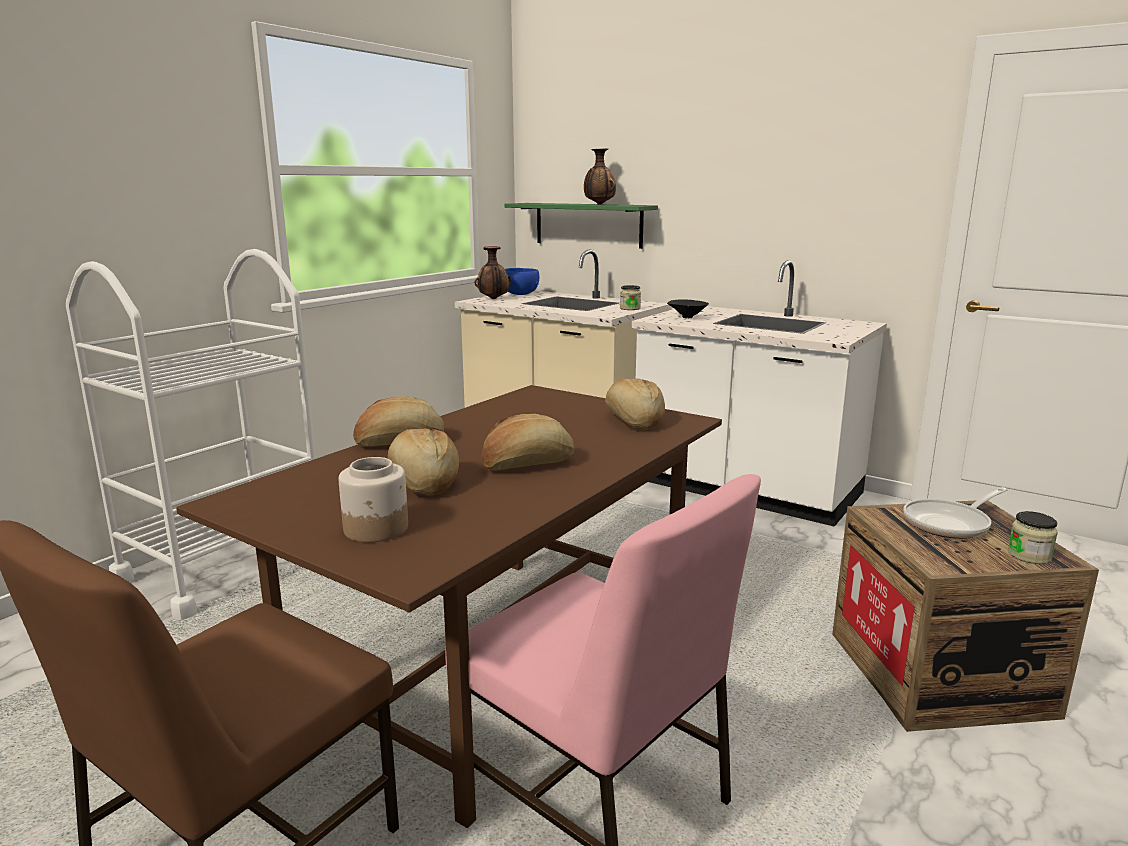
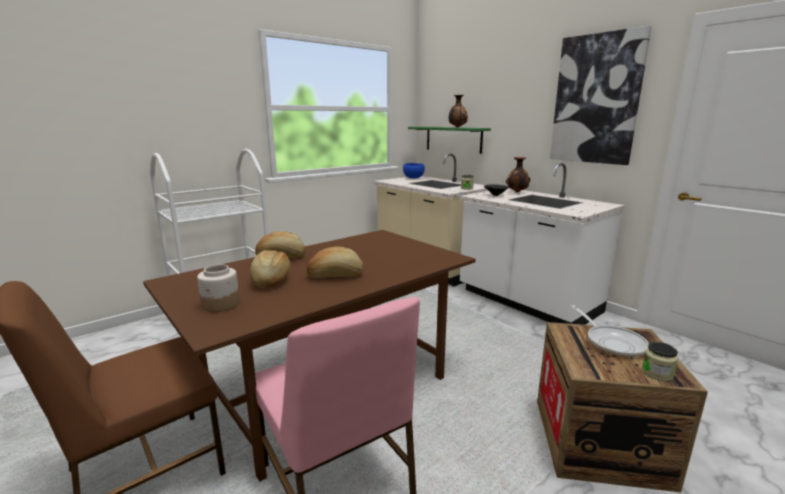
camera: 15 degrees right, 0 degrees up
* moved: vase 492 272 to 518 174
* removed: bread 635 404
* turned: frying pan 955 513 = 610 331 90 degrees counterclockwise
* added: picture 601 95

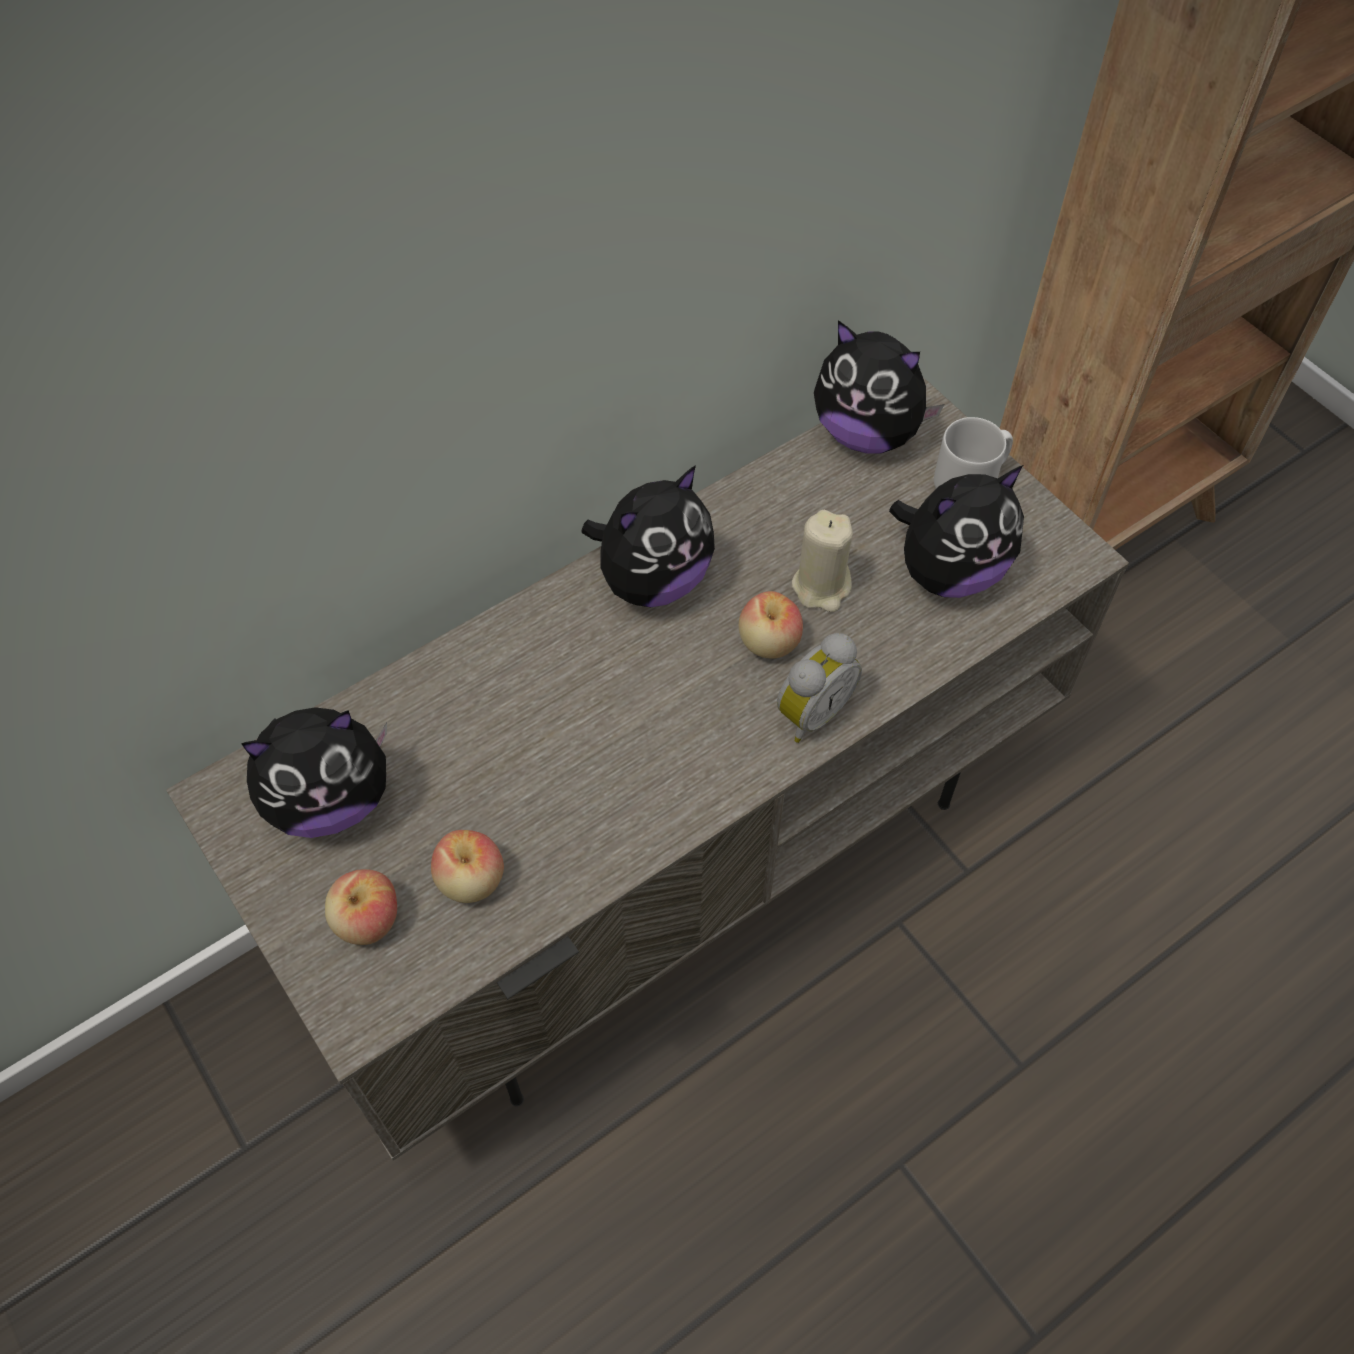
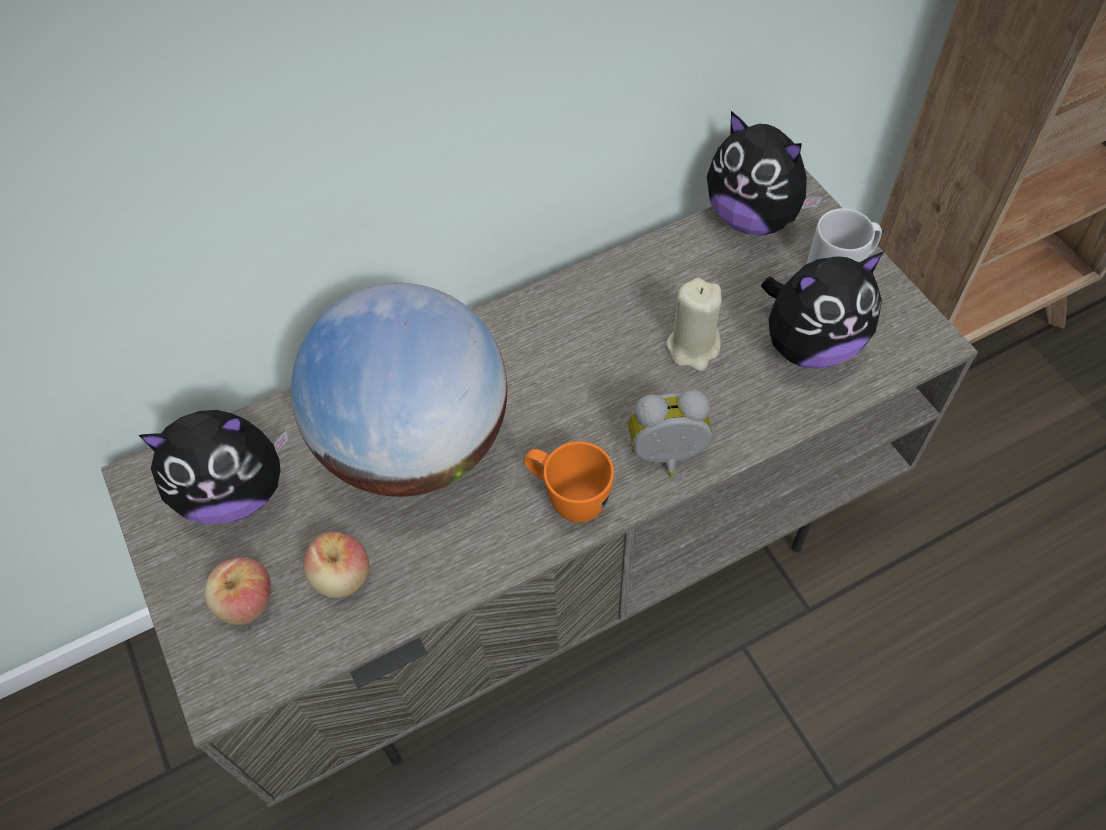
camera: 10 degrees right, 0 degrees up
* removed: plush toy 648 536
* removed: apple 771 624
* turned: alarm clock 819 688 = 670 433 150 degrees counterclockwise
* added: globe 399 390
* added: orange mug 569 482

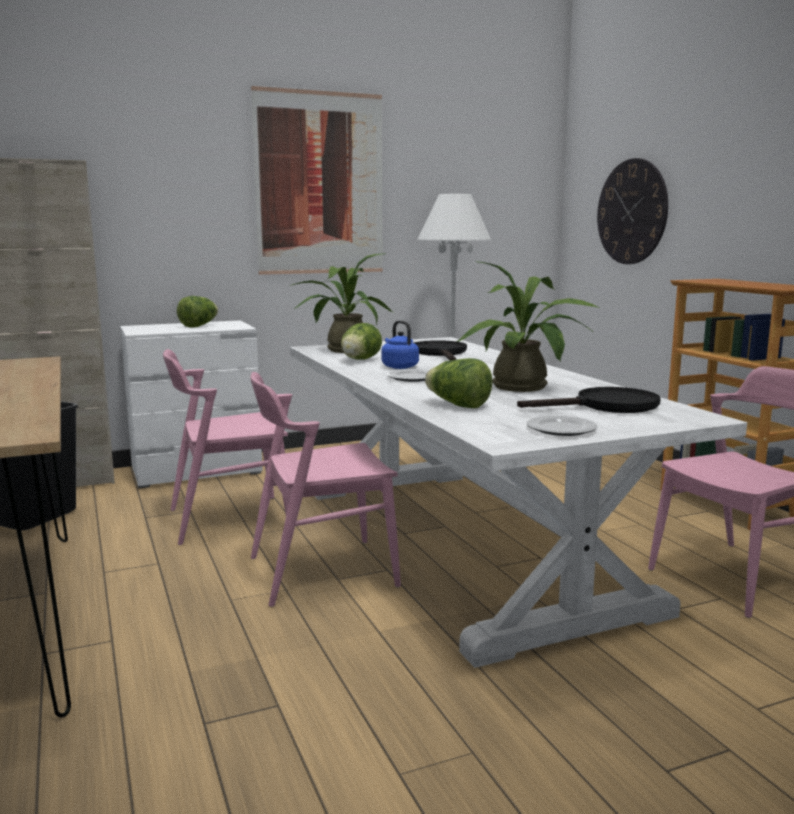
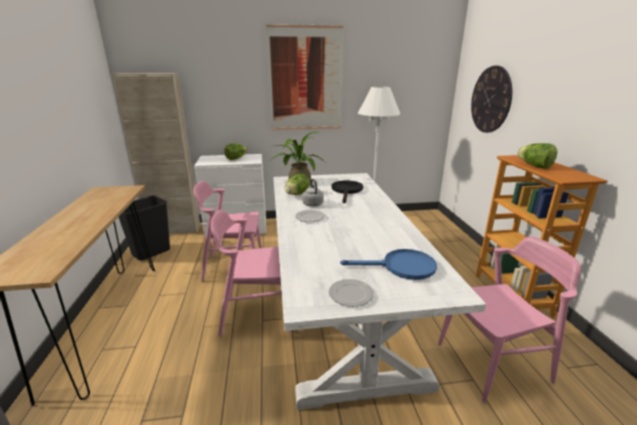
camera: 15 degrees right, 10 degrees up
* removed: potted plant 527 326
* recoloured: blue kettle 400 344 to grey kettle 313 193
* moved: lettuce 459 383 to 537 156
* recoloured: black frying pan 589 400 to blue frying pan 388 264

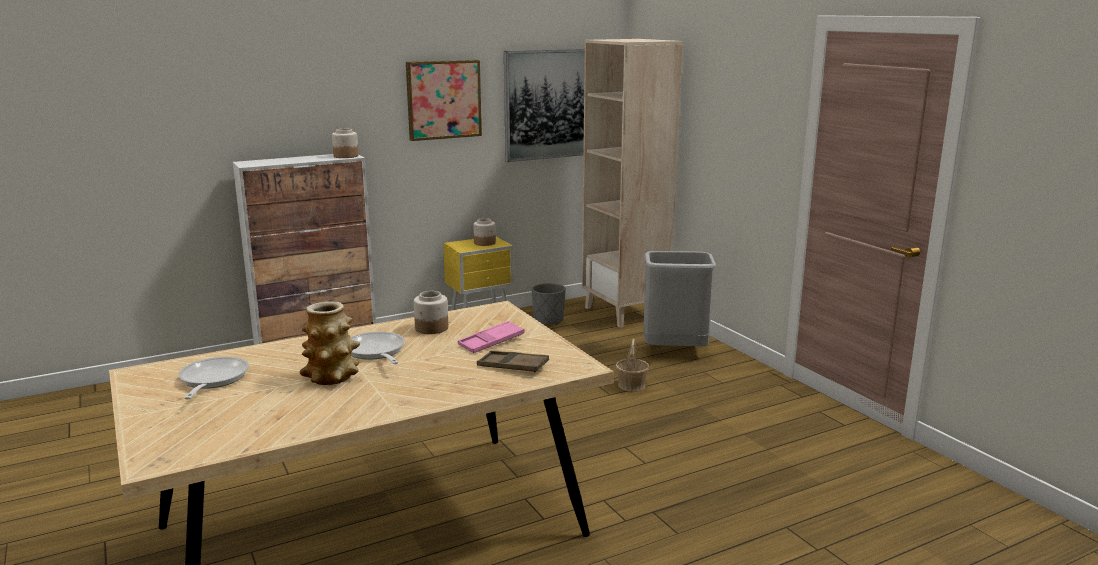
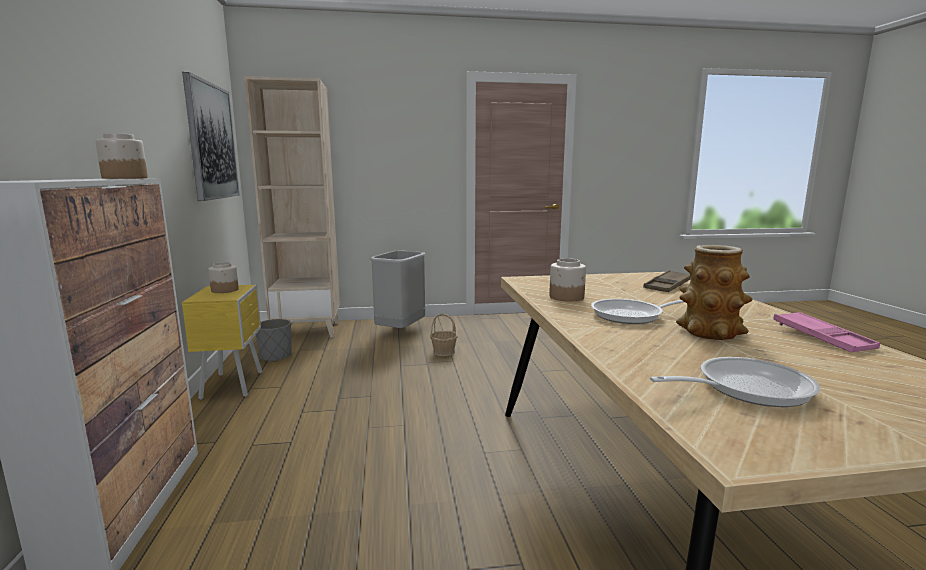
camera: 70 degrees left, 5 degrees down
* removed: picture 444 100
* moved: pink tray 491 337 to 826 332
* turned: frying pan 213 378 = 735 382 150 degrees clockwise

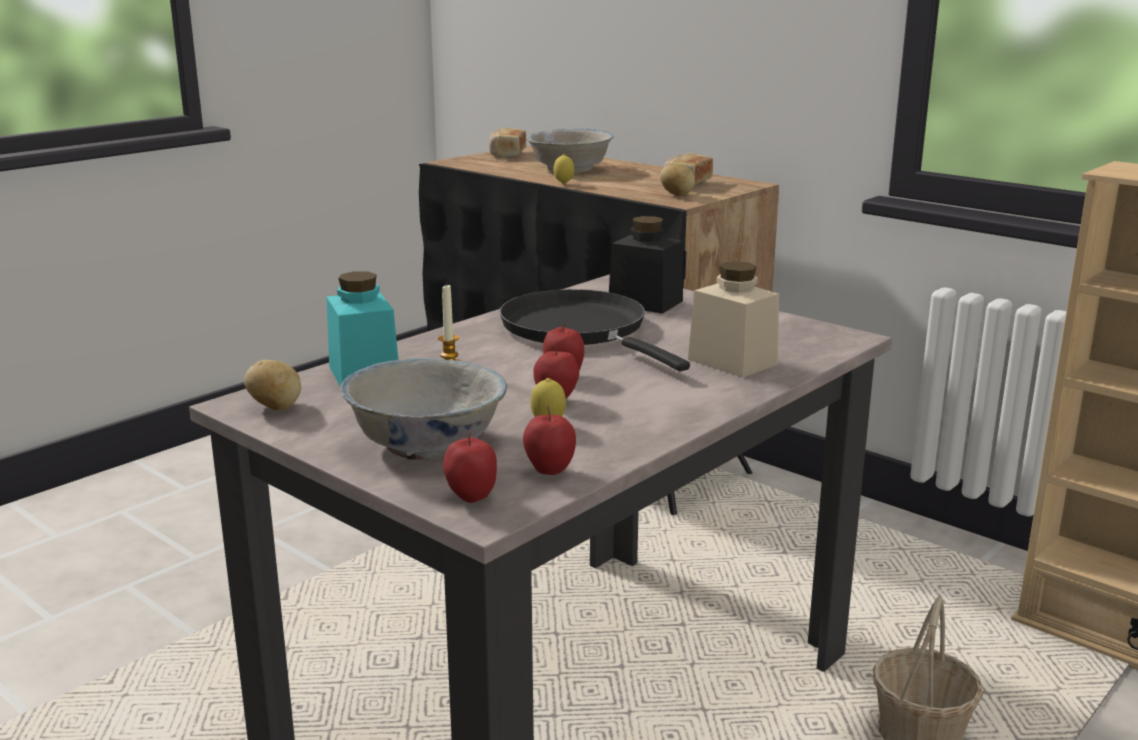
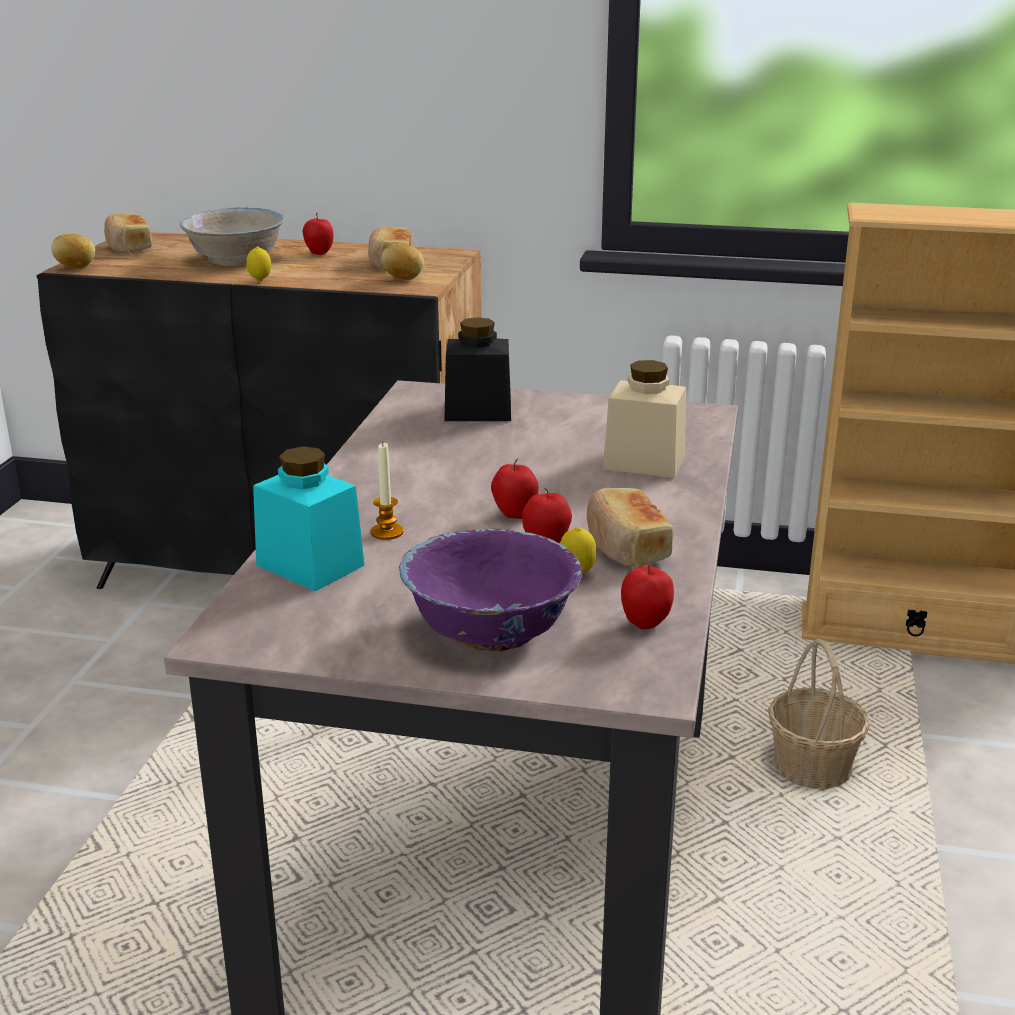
camera: 30 degrees left, 5 degrees up
* removed: black frying pan 594 330
* recoloured: white bowl 423 409 to purple bowl 490 590
* moved: potato 272 385 to 73 250
* moved: apple 470 466 to 318 234
* added: bread 630 528

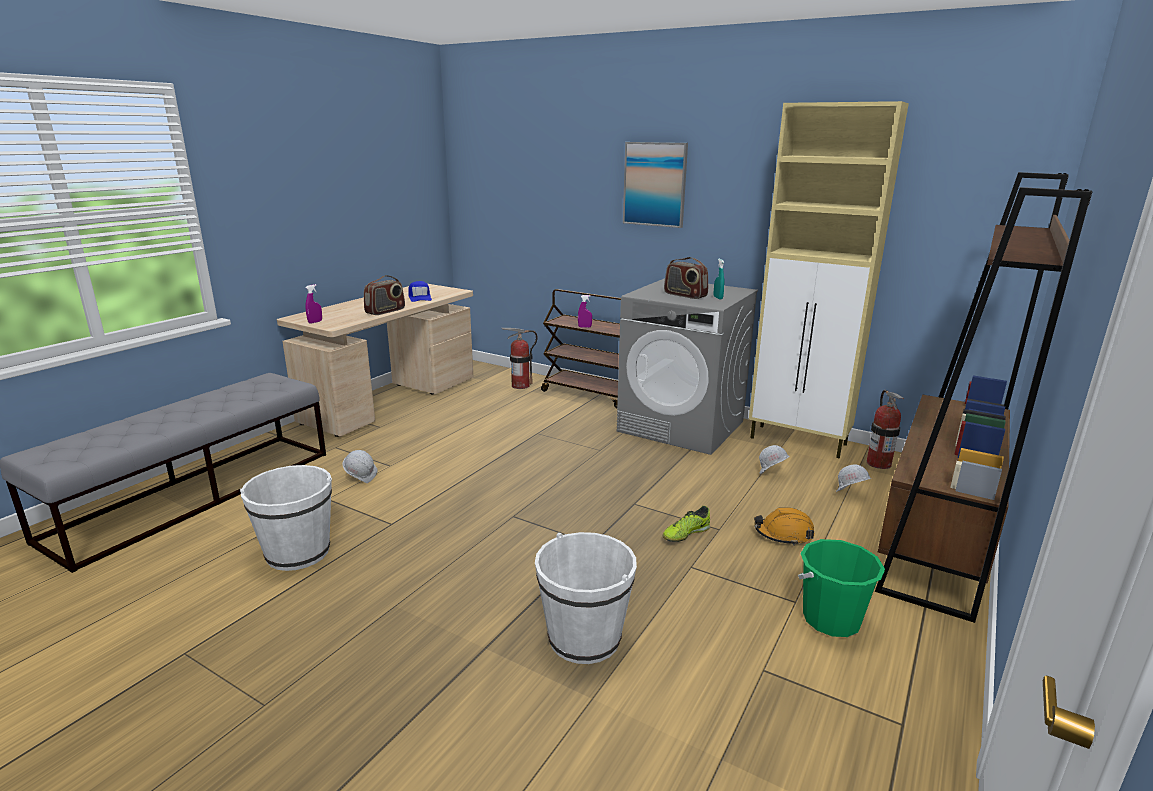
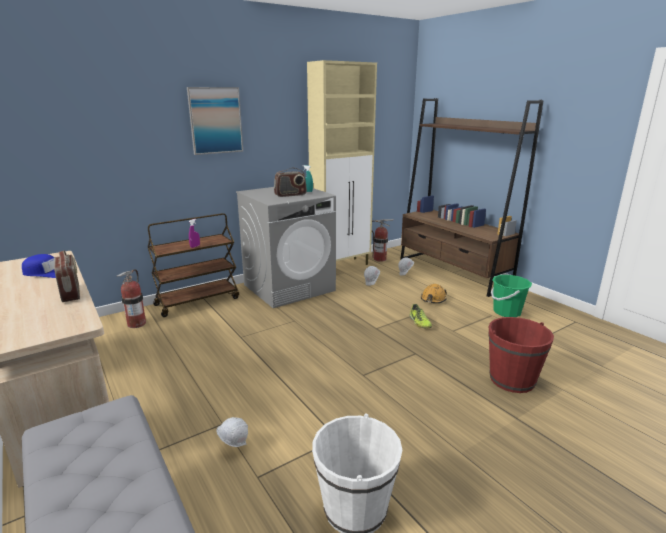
camera: 65 degrees left, 0 degrees up
* removed: purple spray bottle 314 304
* recoloured: white bucket 586 598 to red bucket 521 355

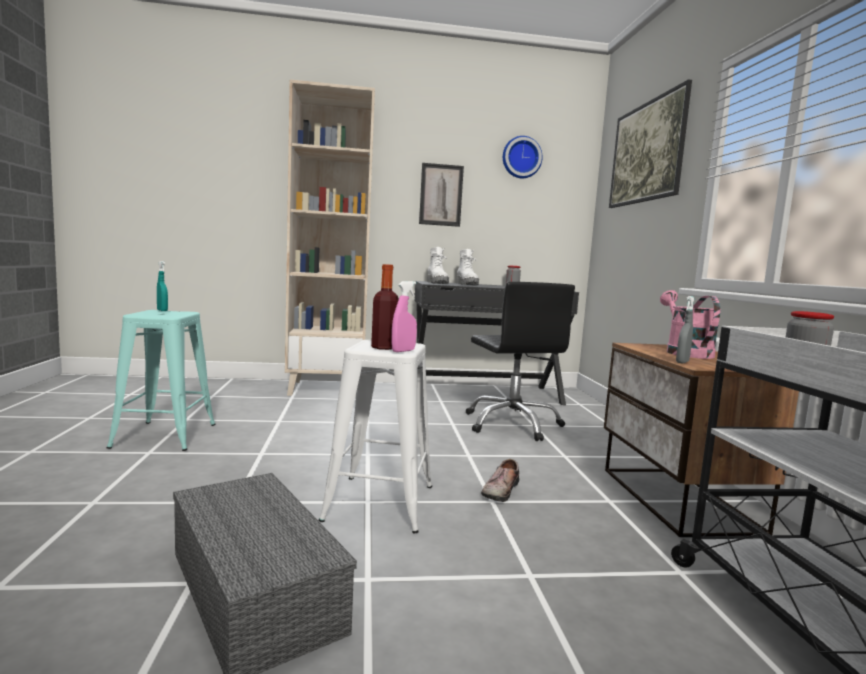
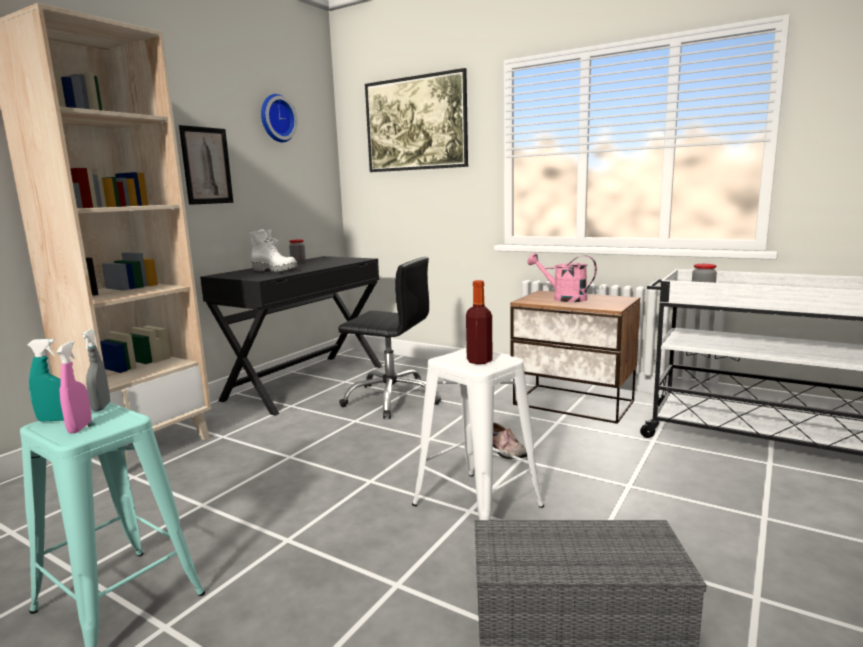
camera: 50 degrees left, 5 degrees up
* removed: white boot 438 265
* moved: pink spray bottle 404 316 to 74 387
* moved: grey spray bottle 685 329 to 96 370

